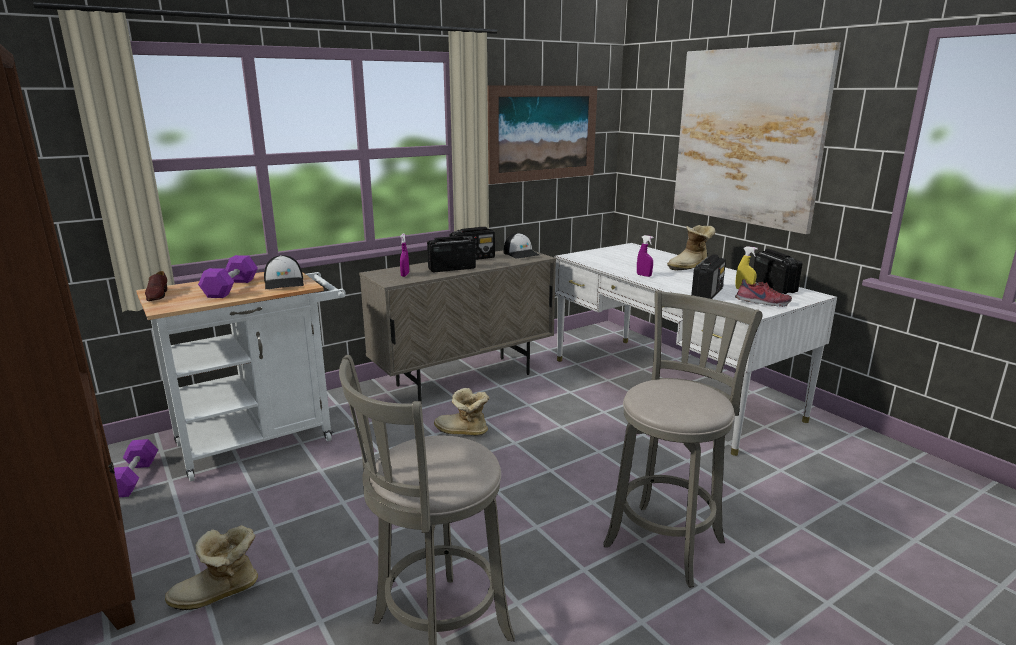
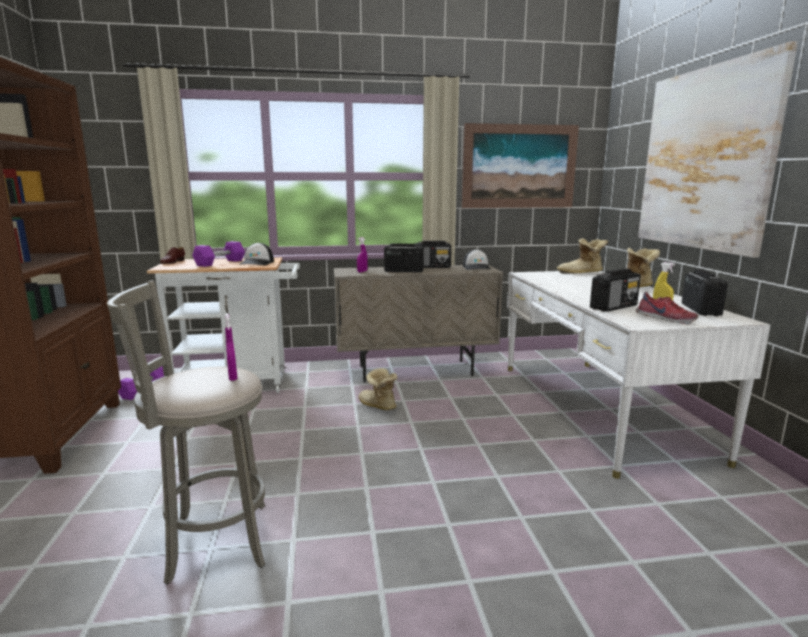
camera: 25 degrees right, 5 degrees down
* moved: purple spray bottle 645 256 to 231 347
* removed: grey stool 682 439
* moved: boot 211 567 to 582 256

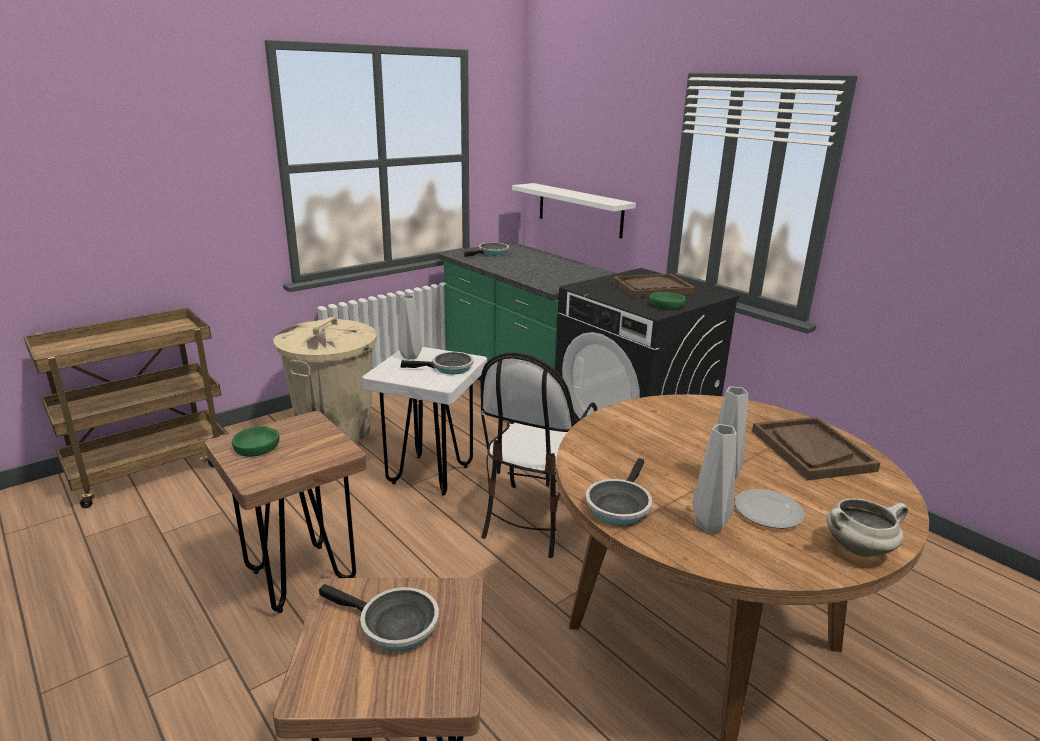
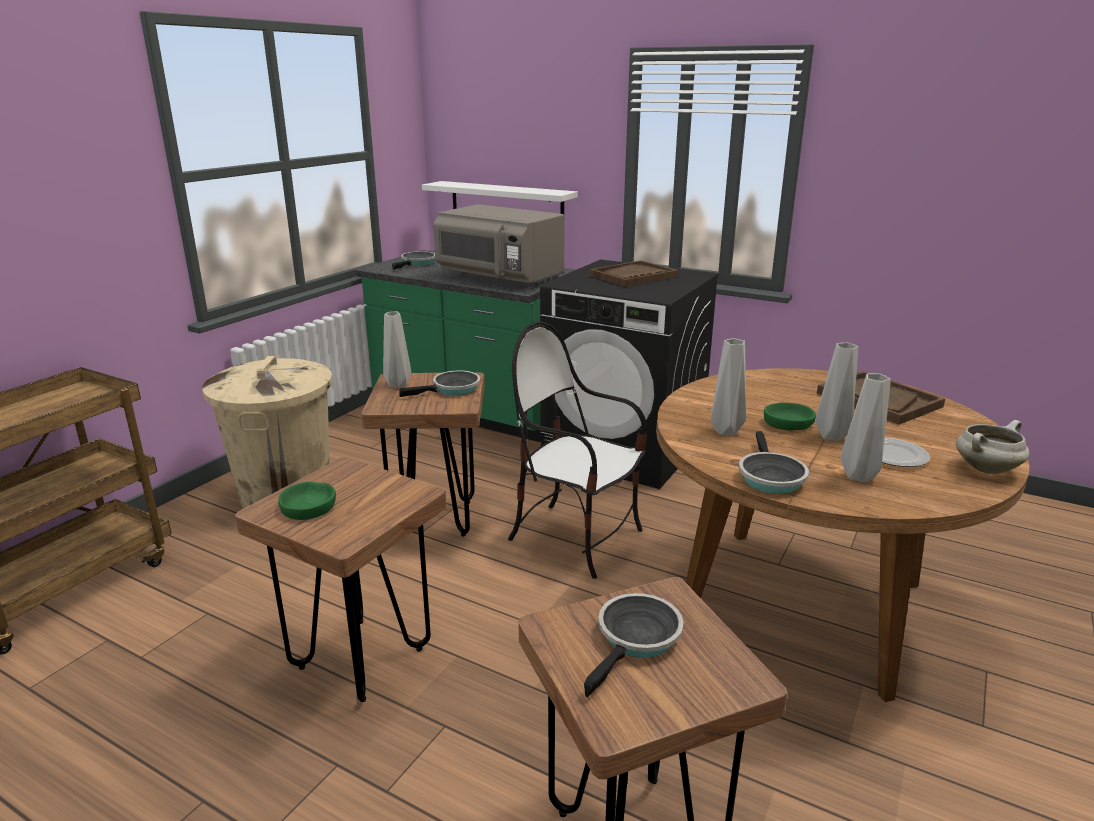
camera: 20 degrees left, 0 degrees up
* moved: green bowl 668 300 to 790 416
* recoloured: white stool 424 421 to brown stool 423 454
* turned: chair 539 455 = 577 450 120 degrees clockwise
* turned: frying pan 379 617 = 633 645 60 degrees counterclockwise
* added: grey microwave 499 245
* added: grey vase 728 387

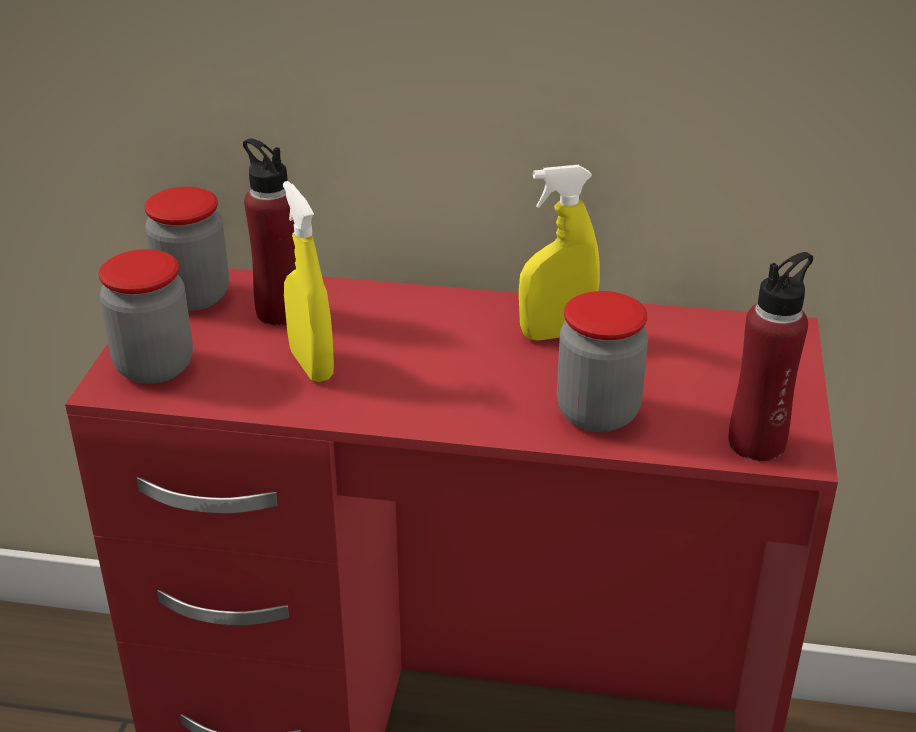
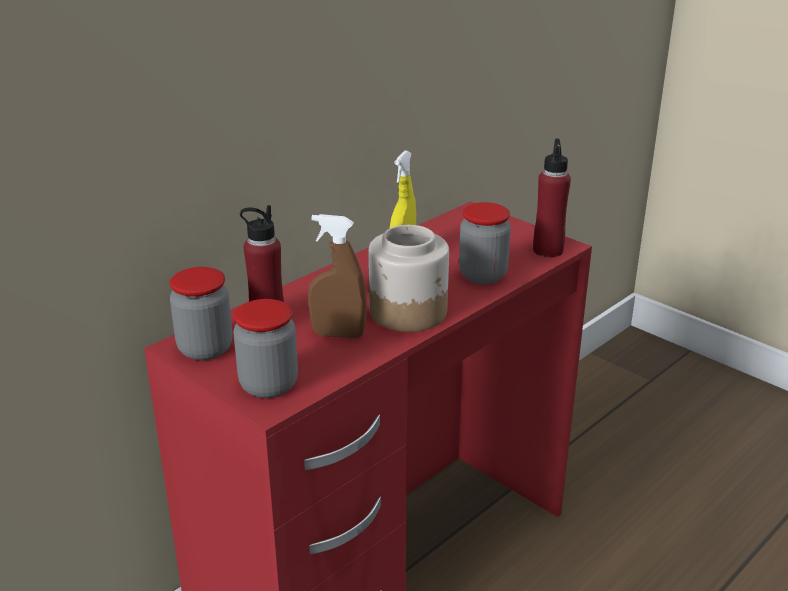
camera: 55 degrees left, 5 degrees down
* recoloured: yellow spray bottle 308 281 to brown spray bottle 337 276
* added: jar 408 278

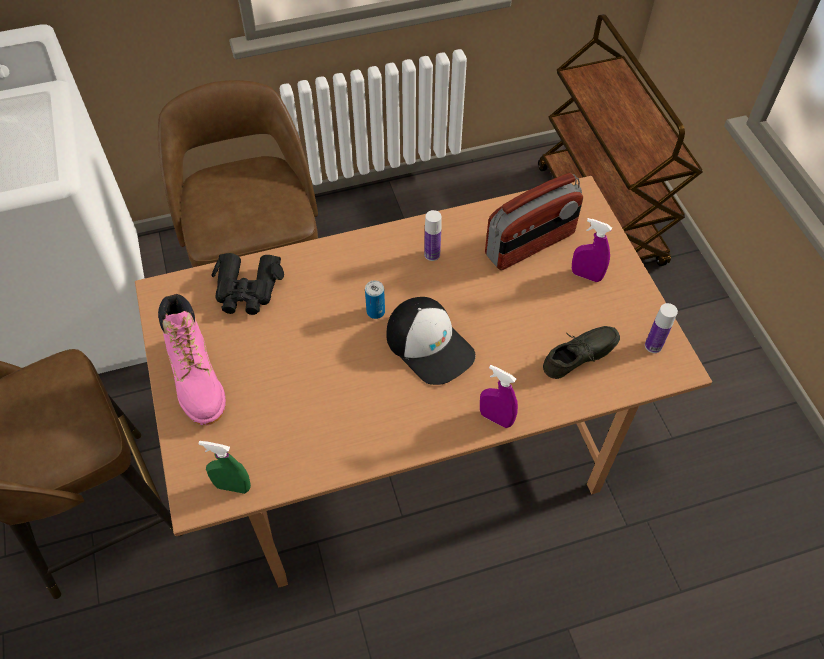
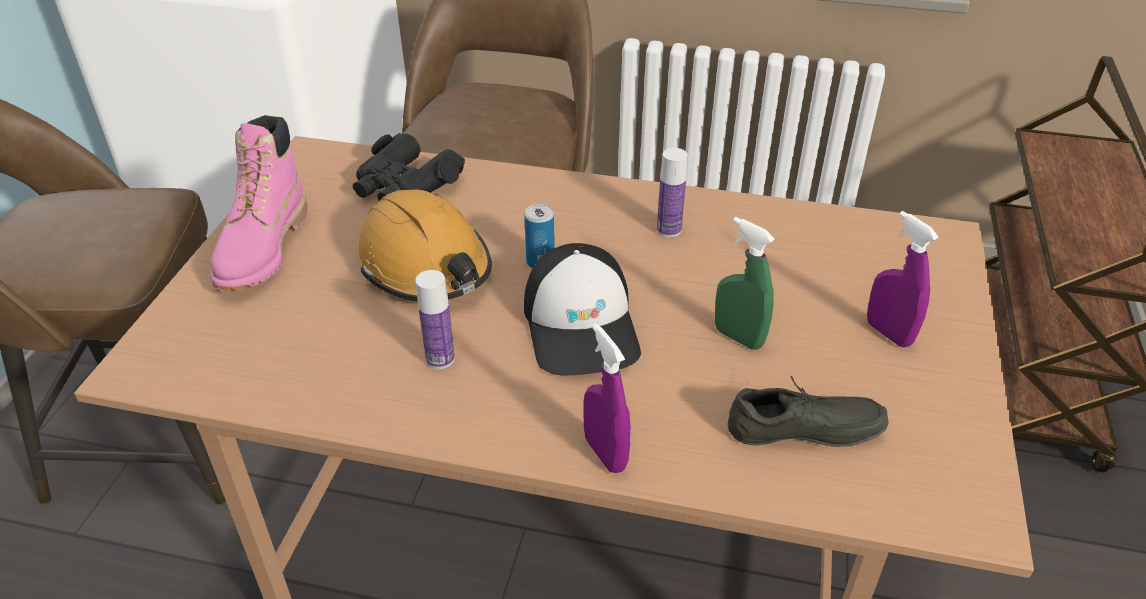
camera: 30 degrees right, 15 degrees down
* removed: radio 534 221
* moved: bottle 661 328 to 435 319
* moved: green spray bottle 225 467 to 745 283
* added: orange hard hat 425 245

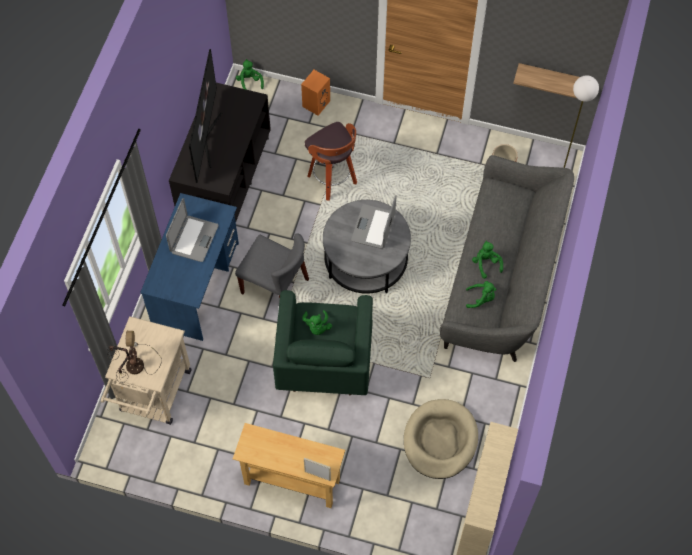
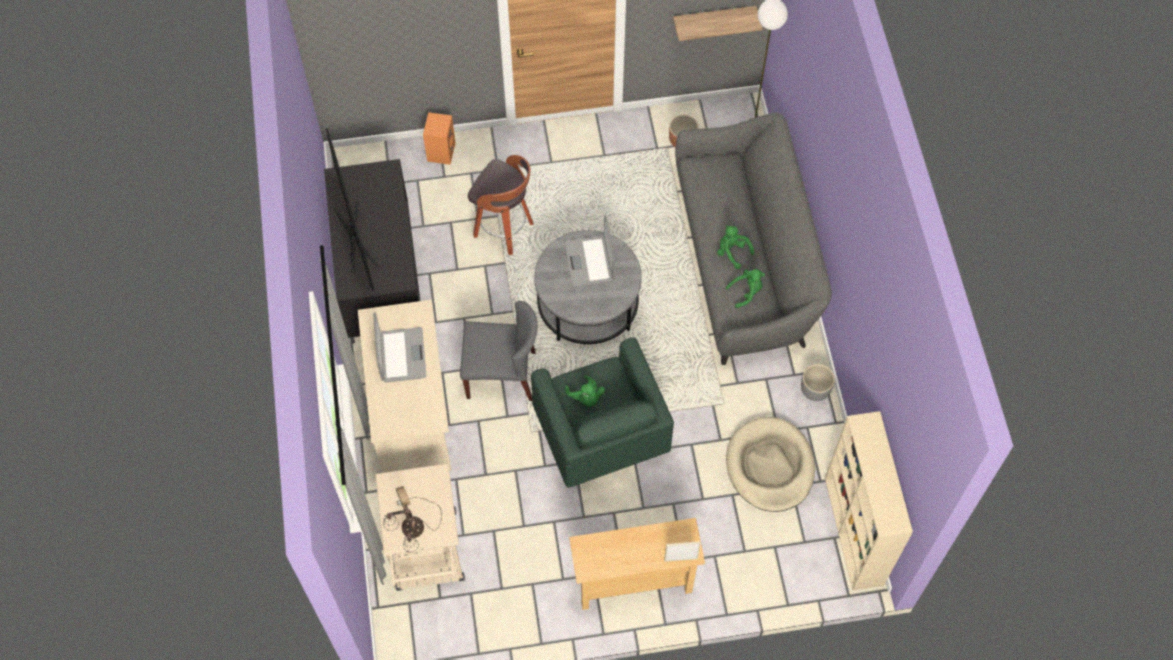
camera: 25 degrees left, 0 degrees up
* removed: green plush toy 250 74
* recoloured: blue desk 189 267 to beige desk 404 386
* added: grey planter 818 382

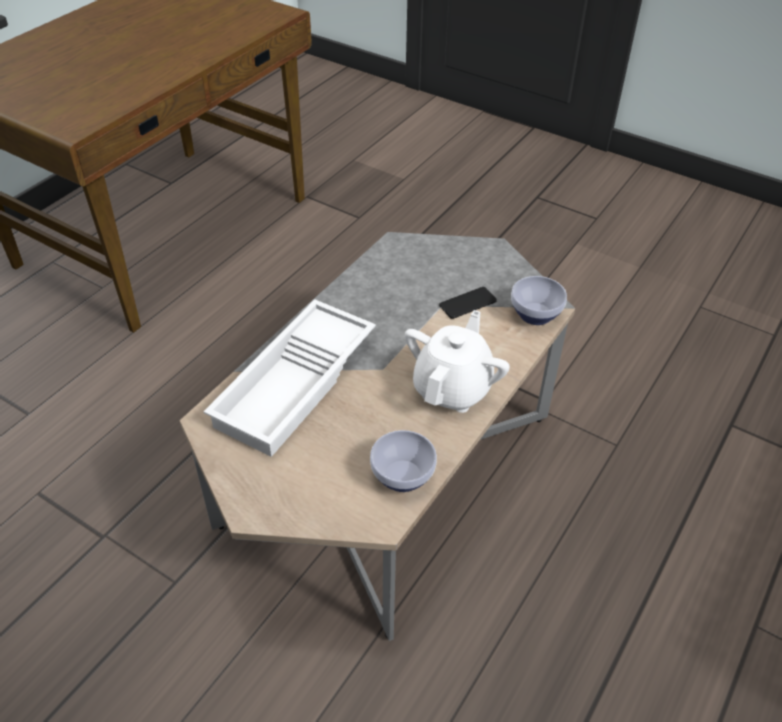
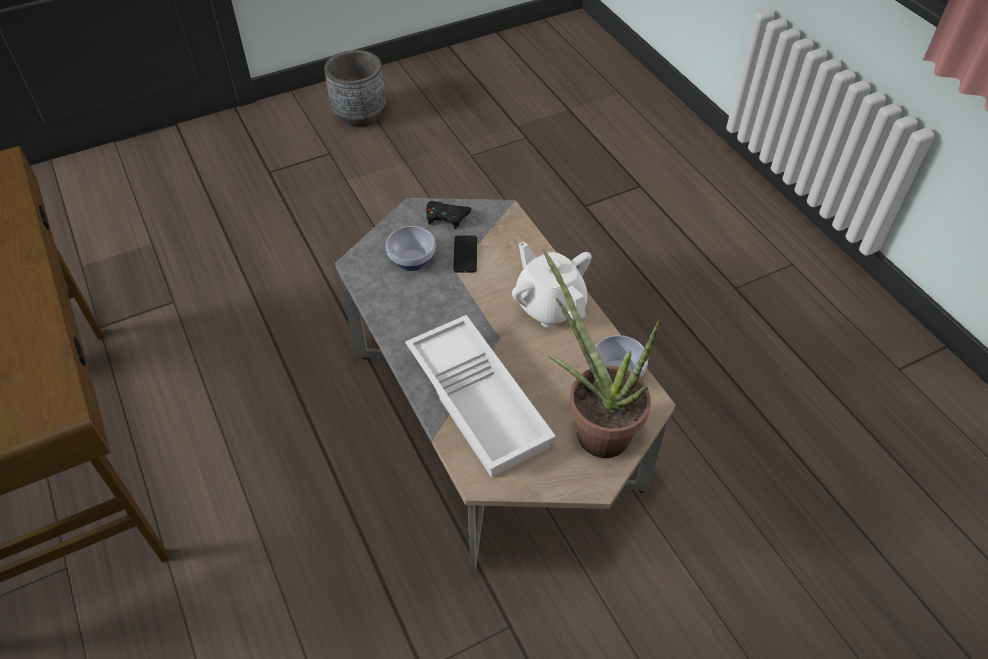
camera: 60 degrees left, 5 degrees up
* moved: bowl 539 300 to 411 248
* added: grey planter 355 88
* added: black game controller 448 215
* added: potted plant 601 353

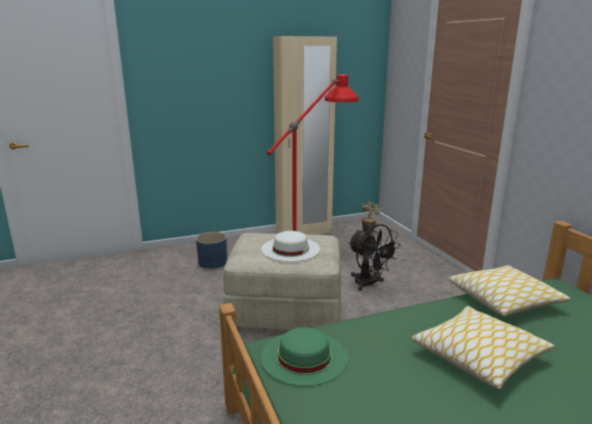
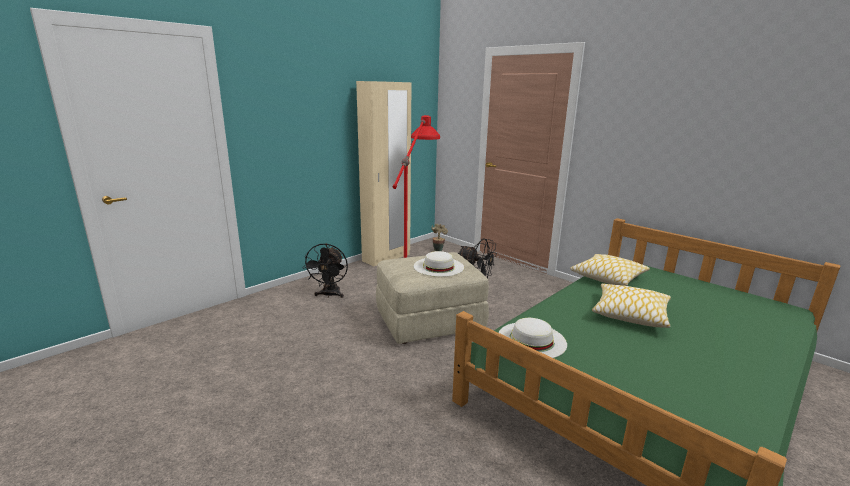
camera: 25 degrees left, 0 degrees up
* replaced: blue planter 211 250 to black fan 325 270
* recoloured: green hat 304 356 to white hat 532 338

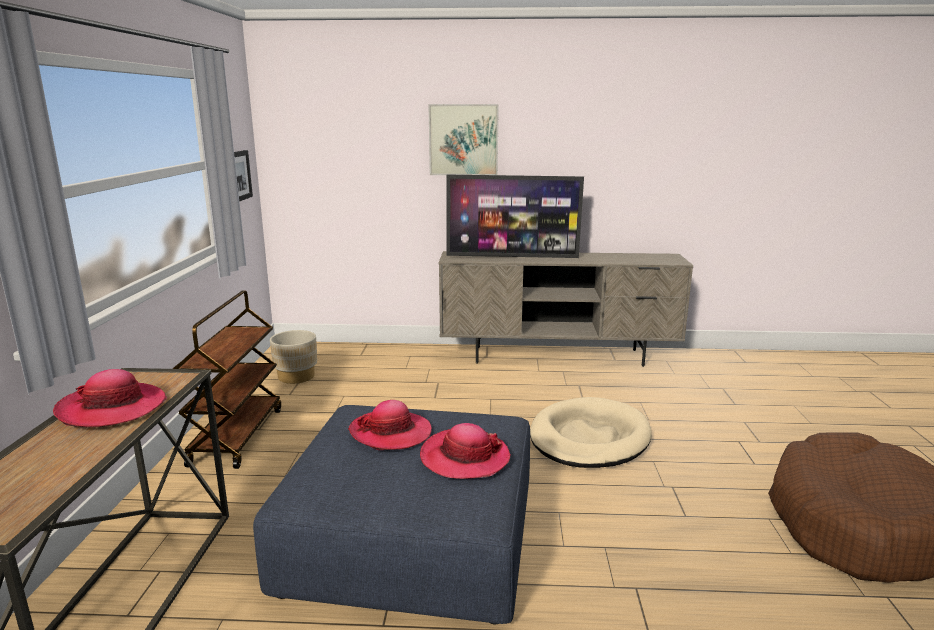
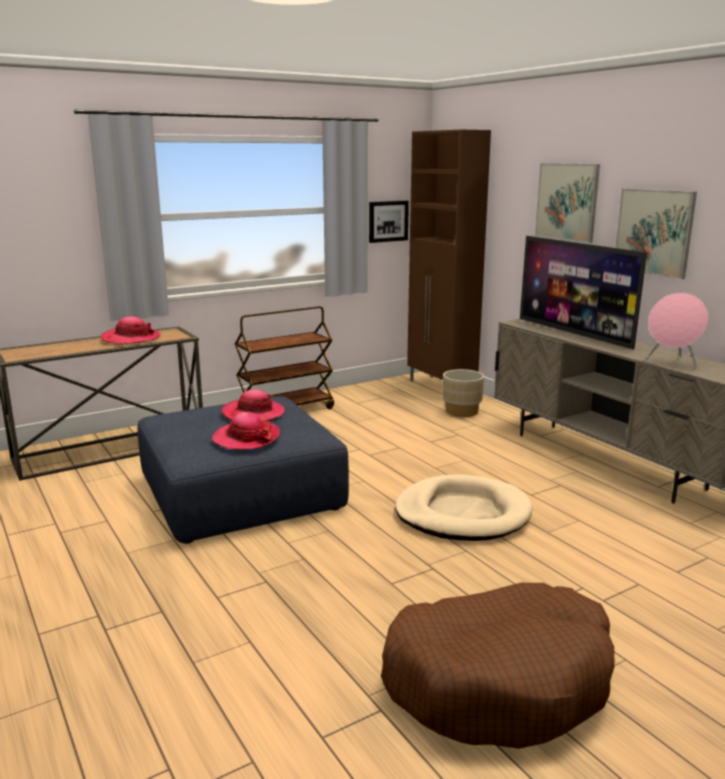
camera: 55 degrees right, 0 degrees up
* moved: beige planter 293 357 to 463 393
* added: brown cabinet 449 255
* added: picture 656 233
* added: pink speaker 677 330

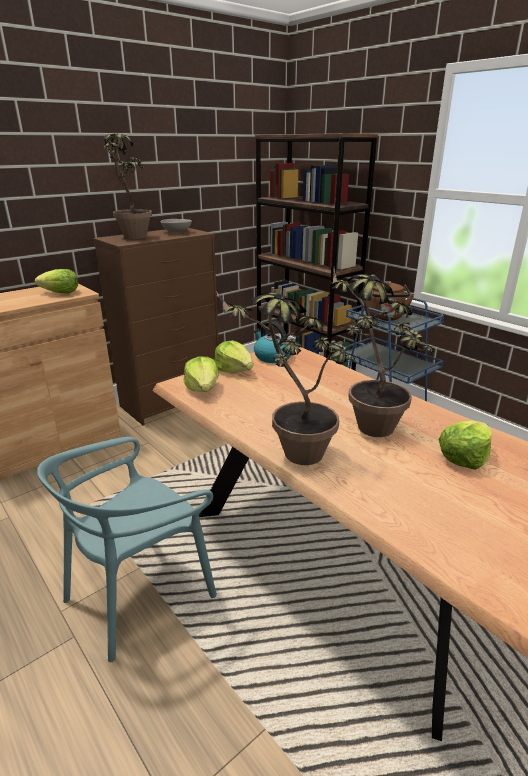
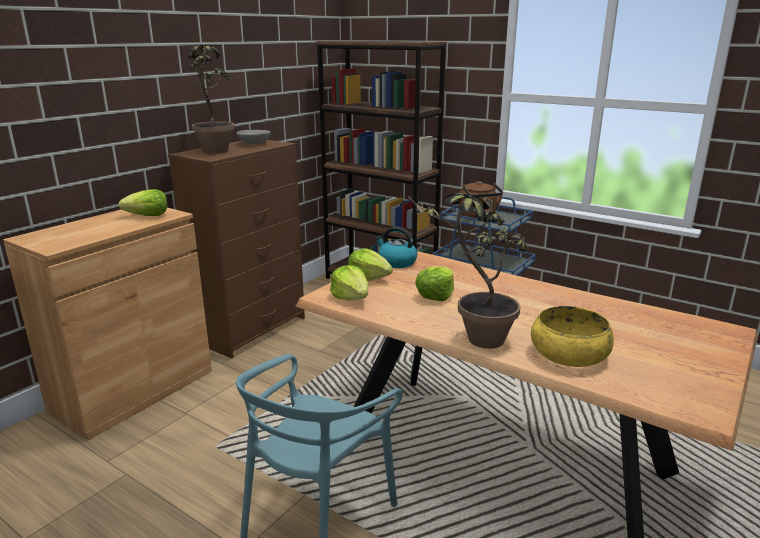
camera: 15 degrees left, 5 degrees down
* removed: potted plant 382 352
* moved: lettuce 465 445 to 434 283
* added: yellow bowl 572 336

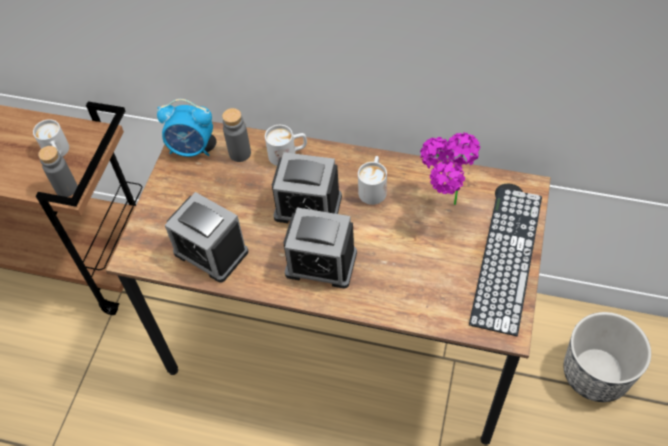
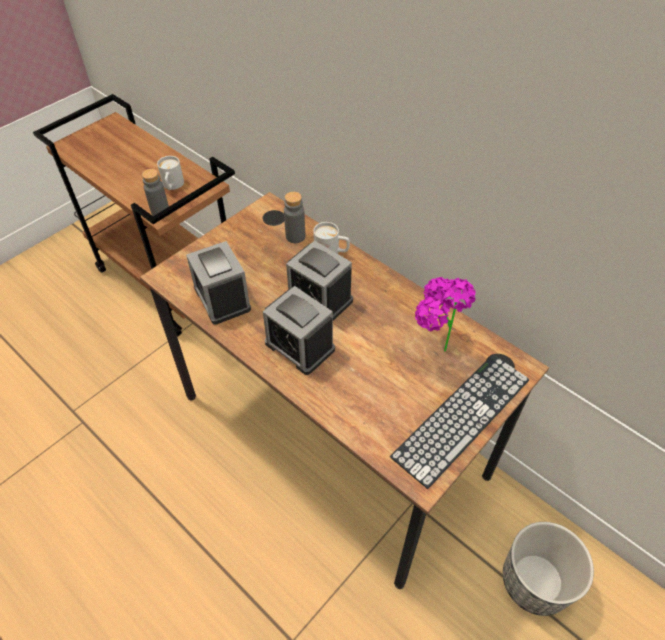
camera: 25 degrees right, 5 degrees down
* removed: alarm clock 185 128
* removed: white mug 372 180

